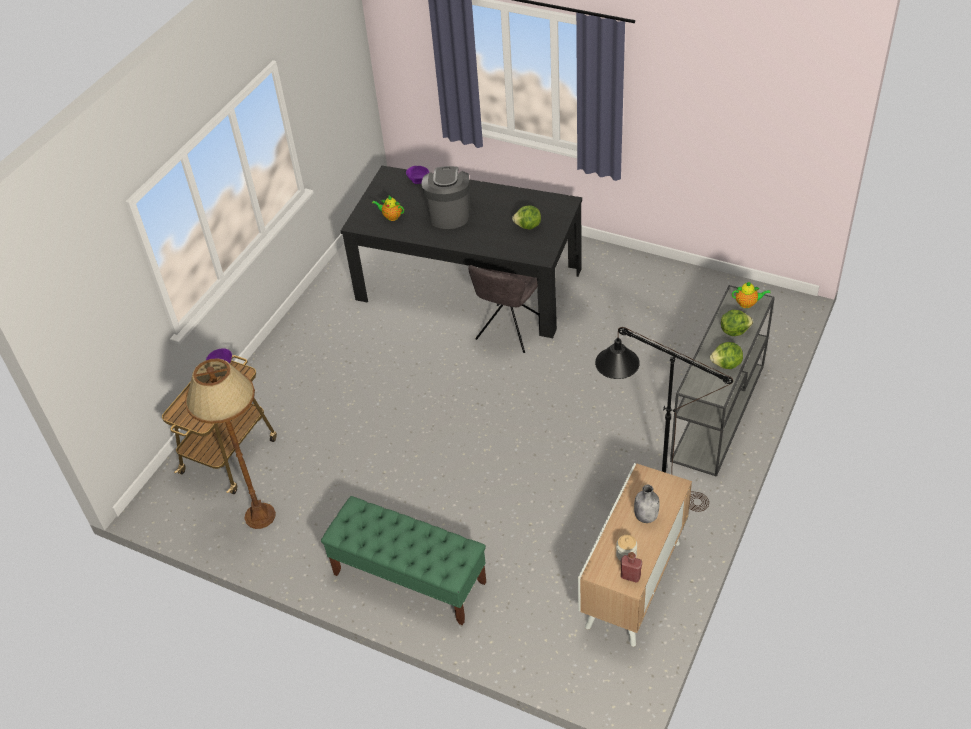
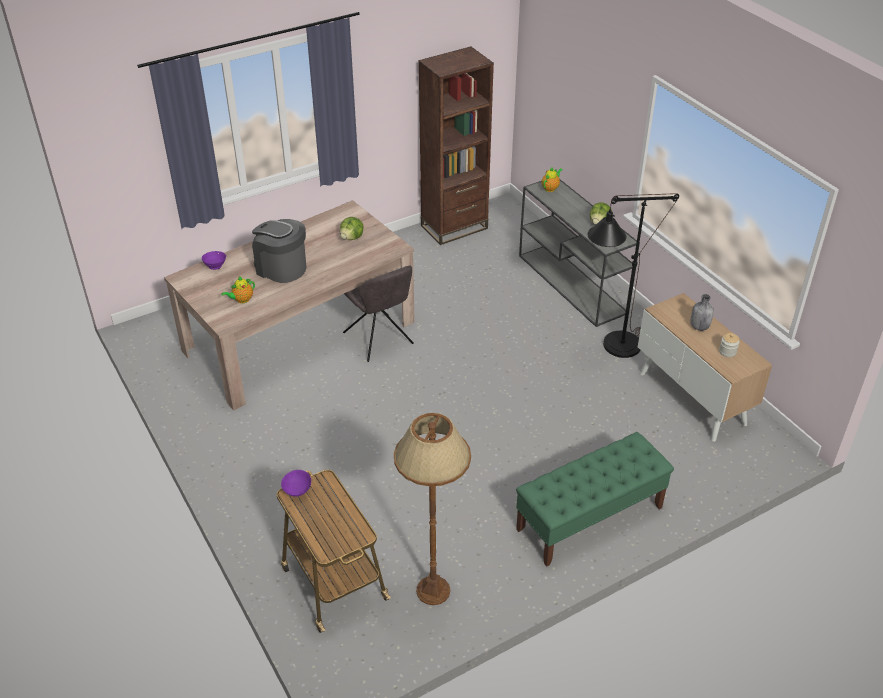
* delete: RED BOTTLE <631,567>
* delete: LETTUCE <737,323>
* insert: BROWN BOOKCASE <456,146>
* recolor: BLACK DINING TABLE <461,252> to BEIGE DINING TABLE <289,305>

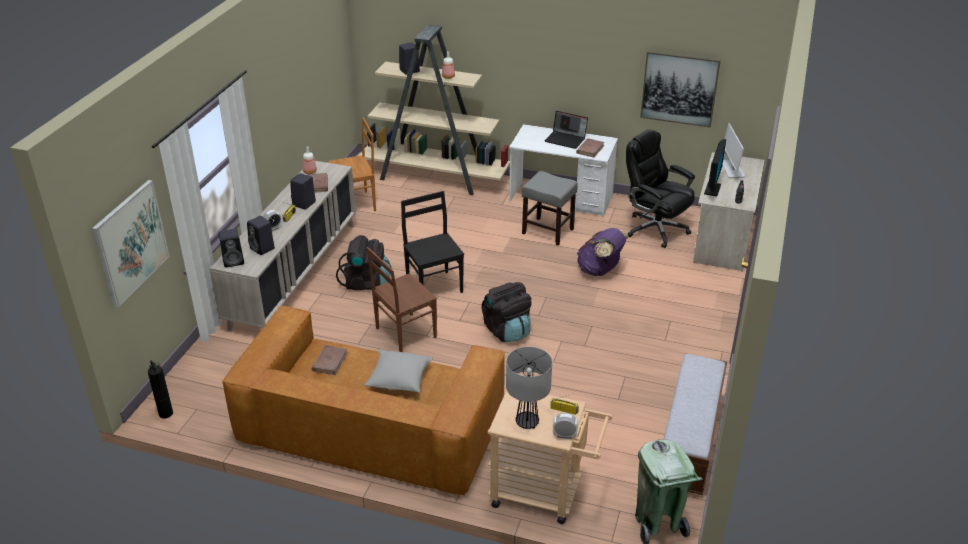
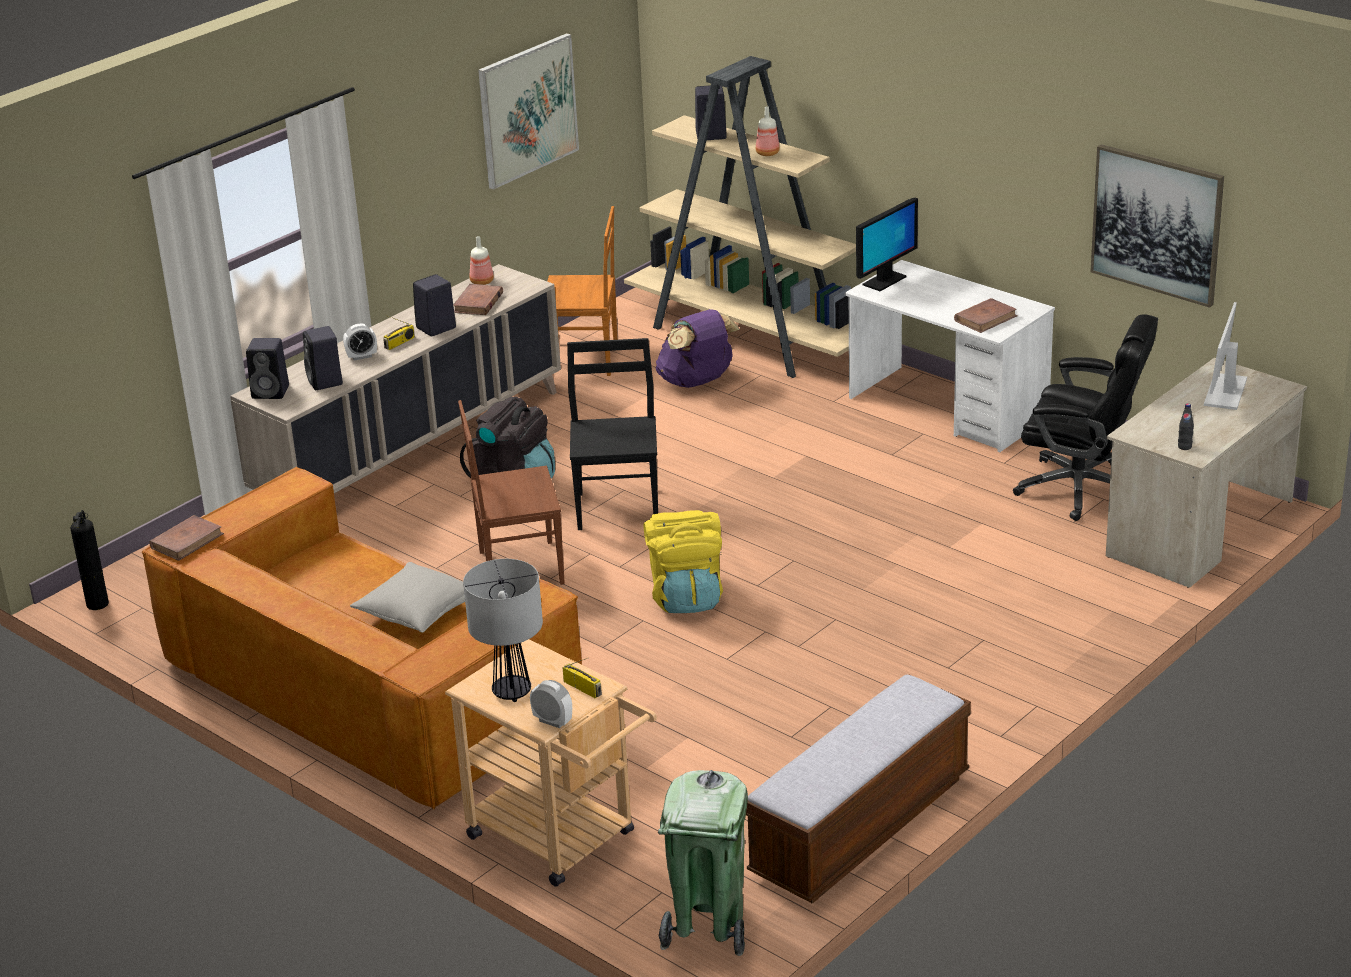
* delete: GREY STOOL <550,208>
* delete: LAPTOP <566,130>
* move: PICTURE <131,244> to <528,111>
* move: BROWN BOOK <330,360> to <186,538>
* move: PURPLE BACKPACK <603,252> to <698,348>
* move: MONITOR <715,167> to <887,244>
* recolor: BLACK BACKPACK <506,312> to YELLOW BACKPACK <683,561>
* rotate: BLACK OFFICE CHAIR <660,188> = <1085,417> 135 degrees clockwise

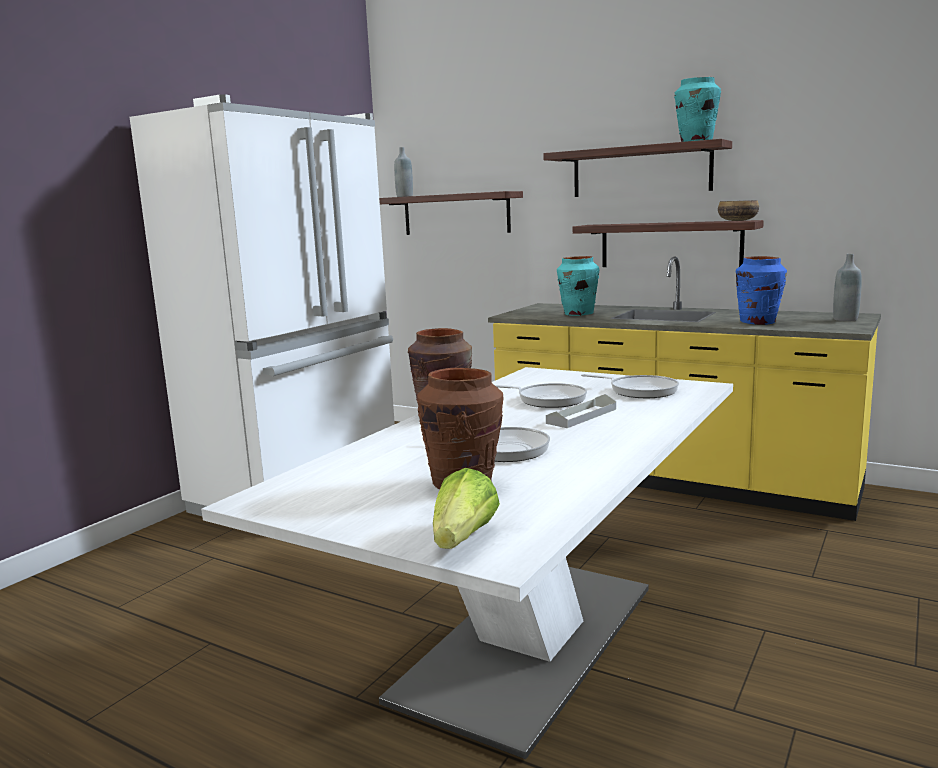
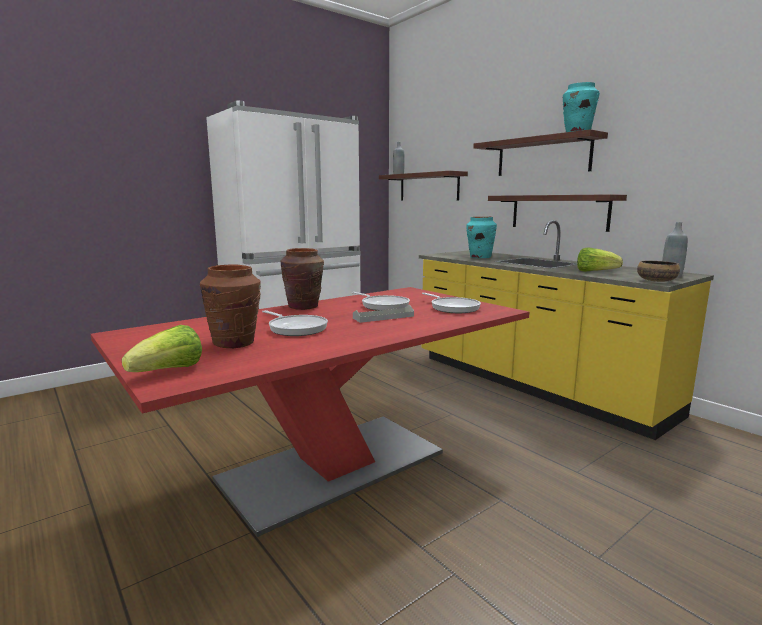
* move: BOWL <738,210> to <658,271>
* replace: BLUE VASE <761,290> to LETTUCE <600,259>
* recolor: WHITE DINING TABLE <467,563> to RED DINING TABLE <310,412>

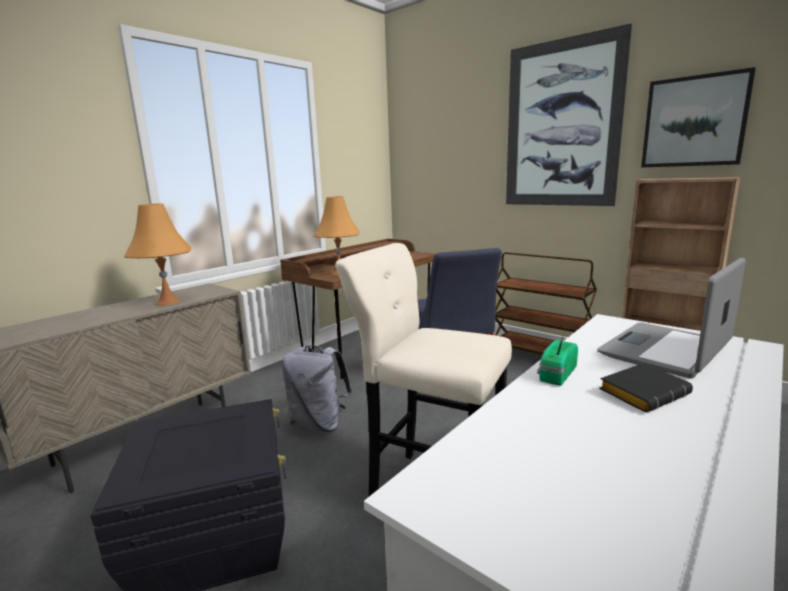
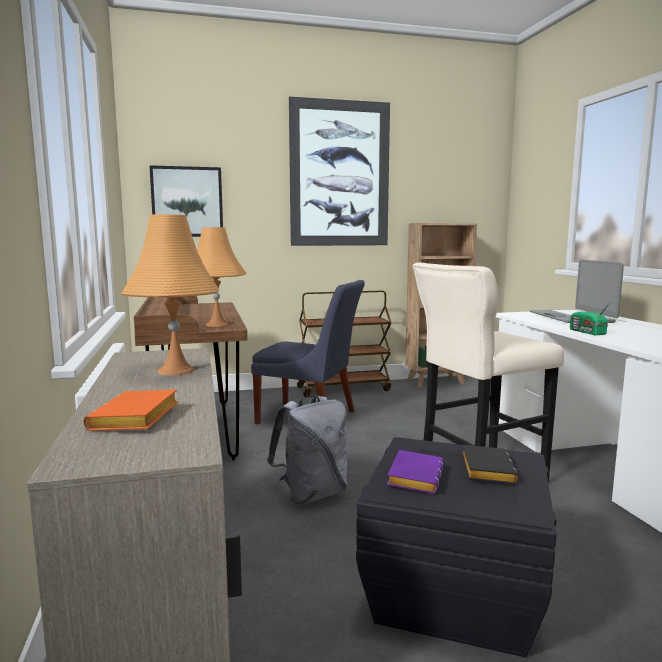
* insert: ORANGE BOOK <131,410>
* insert: PURPLE BOOK <415,472>
* move: BLACK BOOK <646,388> to <490,464>
* move: PICTURE <698,117> to <186,201>

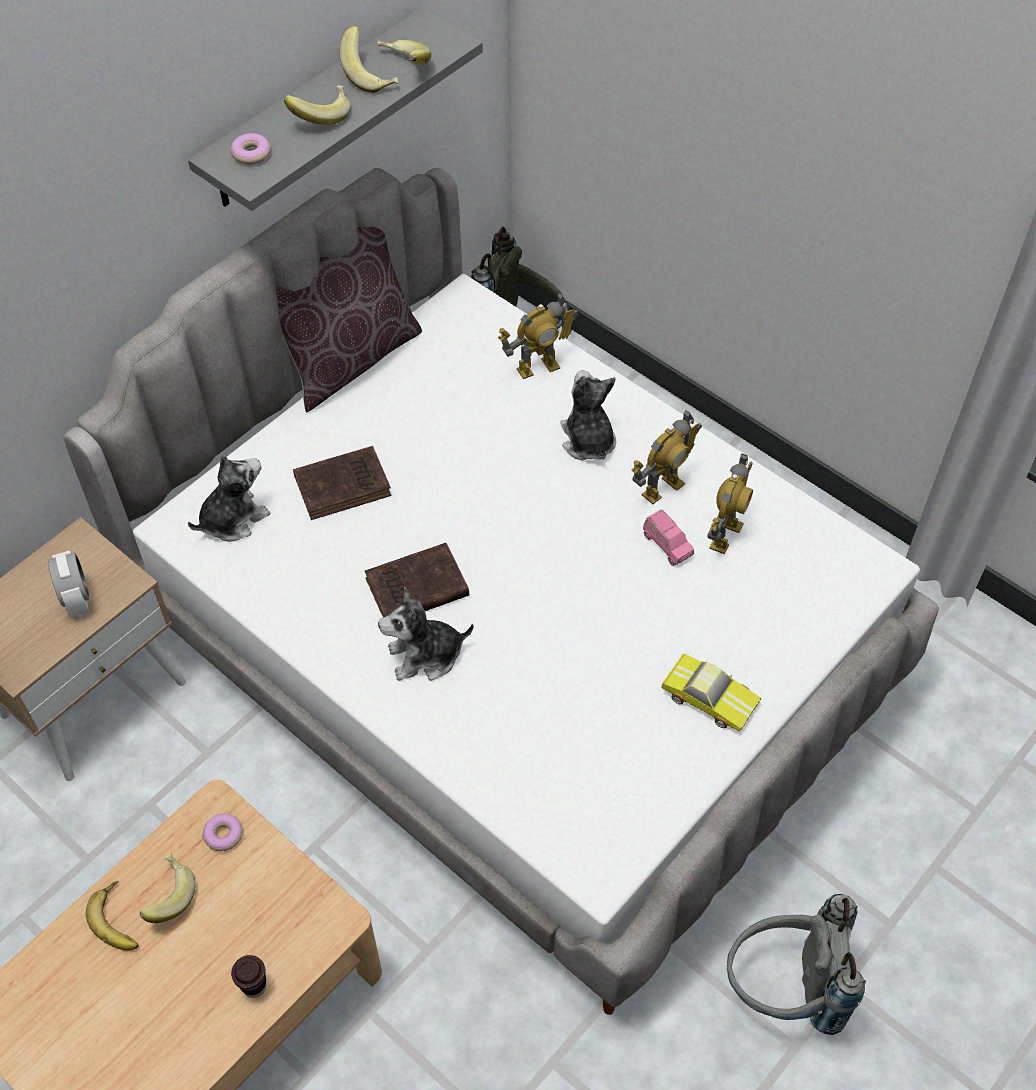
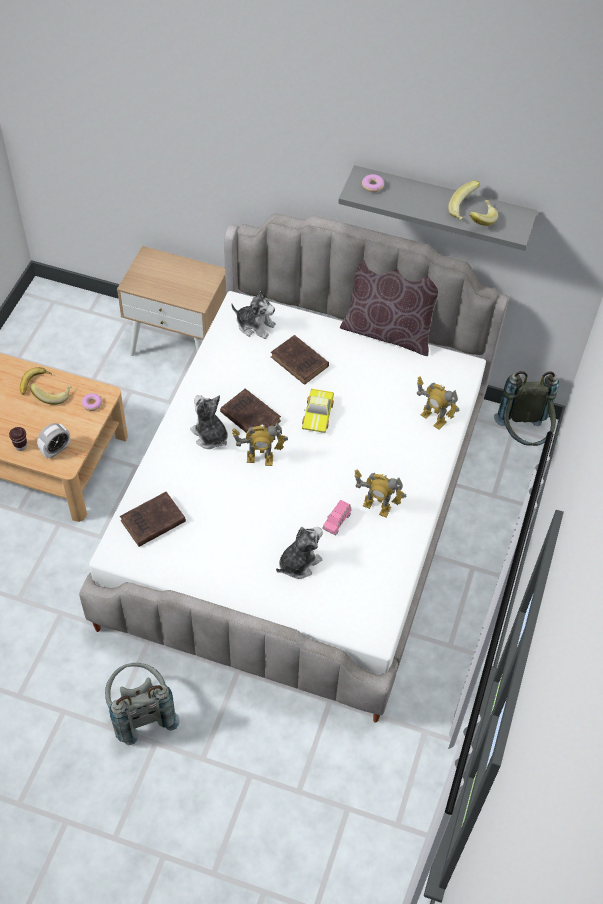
* delete: BANANA <317,105>
* insert: BROWN BOOK <153,519>
* move: ALARM CLOCK <69,584> to <54,441>
* move: PLUSH TOY <588,415> to <299,553>
* move: TOY CAR <711,692> to <318,411>
* move: TOY ROBOT <730,503> to <260,444>

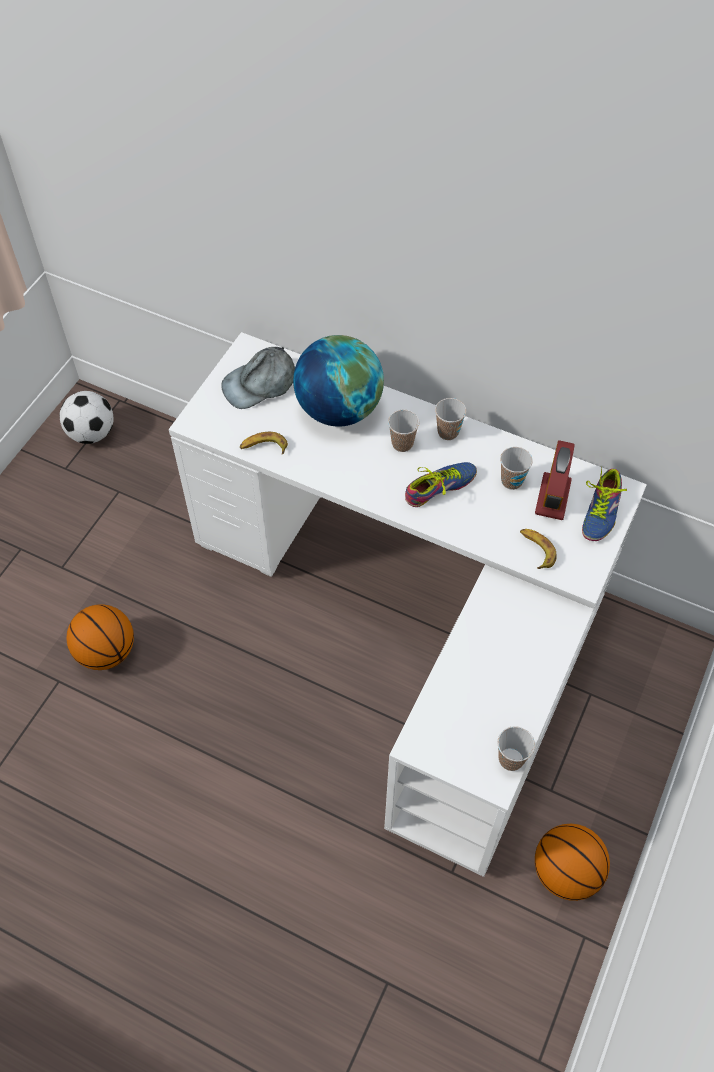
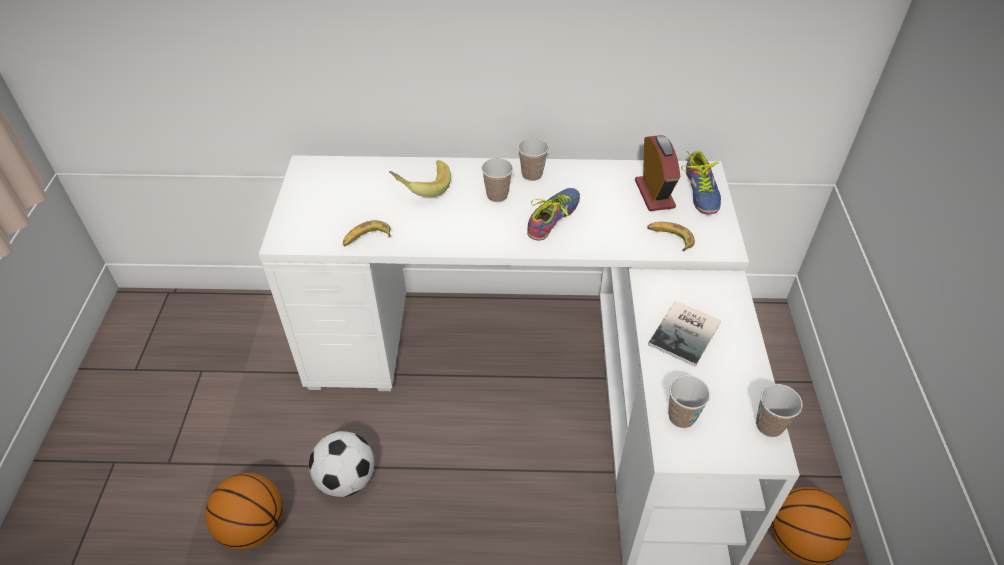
* delete: GREY CAP <258,378>
* insert: BOOK <684,334>
* move: FOOTBALL <86,417> to <342,464>
* move: CUP <516,468> to <689,401>
* replace: GLOBE <338,381> to BANANA <420,178>

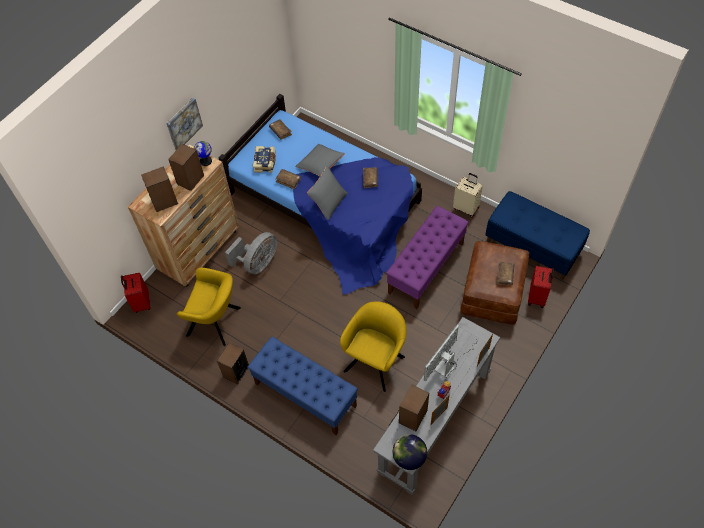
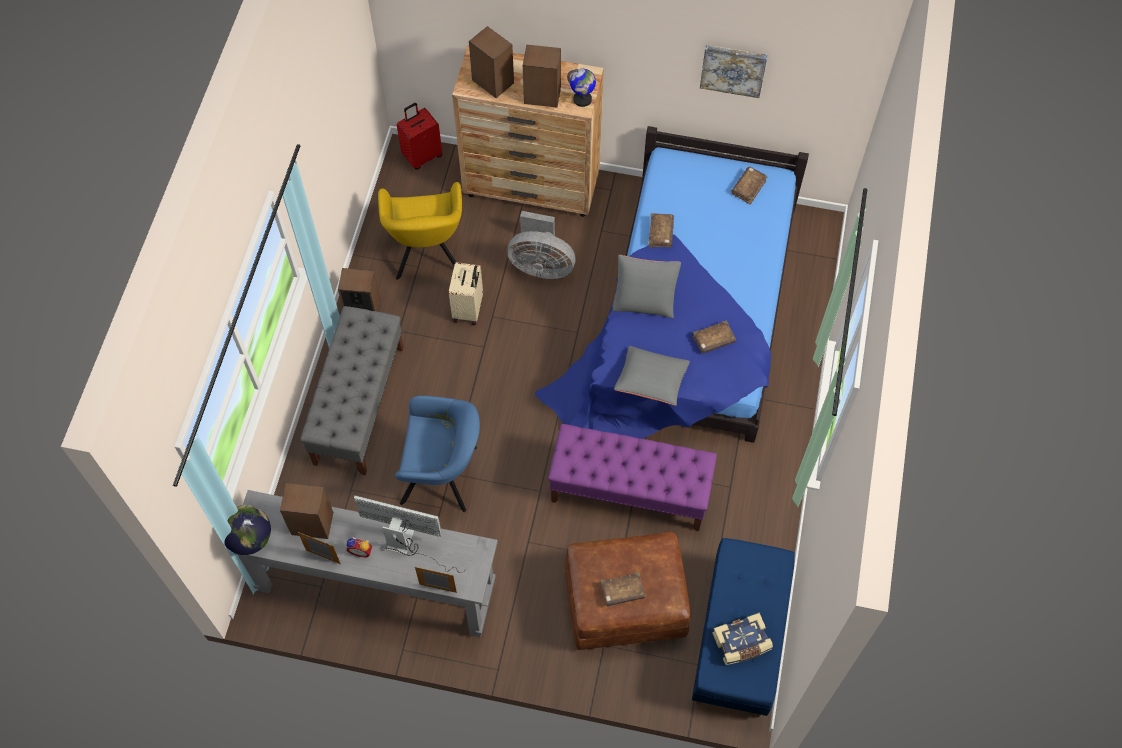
* delete: RED SUITCASE <541,287>
* move: PICTURE <184,124> to <734,71>
* move: BOOK <264,159> to <742,639>
* move: GREY PILLOW <320,160> to <652,376>
* move: BEIGE SUITCASE <468,195> to <466,293>
* recolor: BLUE BENCH <303,386> to GREY BENCH <352,390>
* recolor: YELLOW ARMCHAIR <373,346> to BLUE ARMCHAIR <437,454>

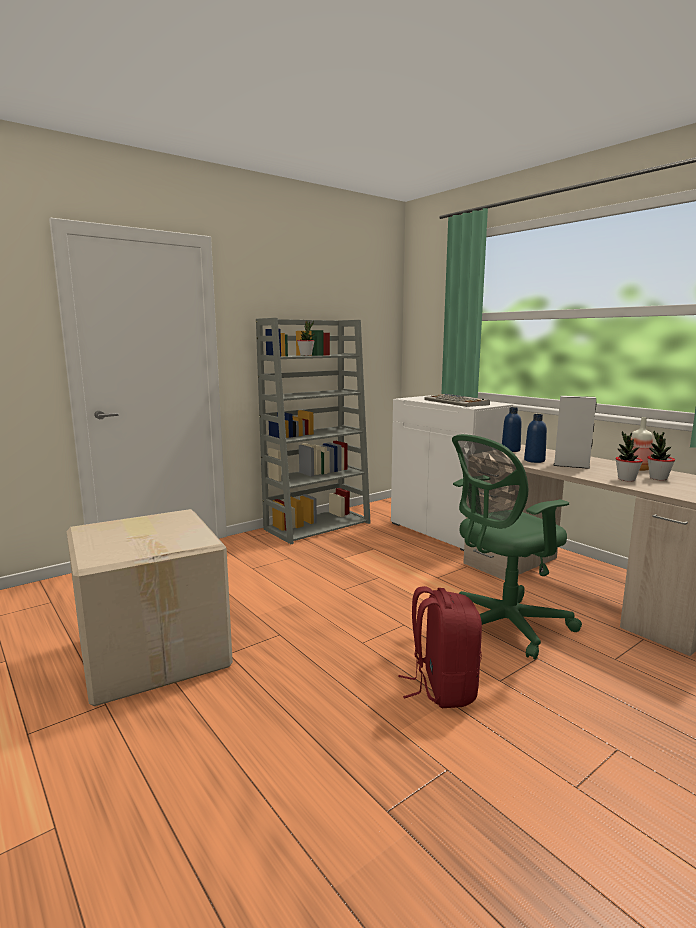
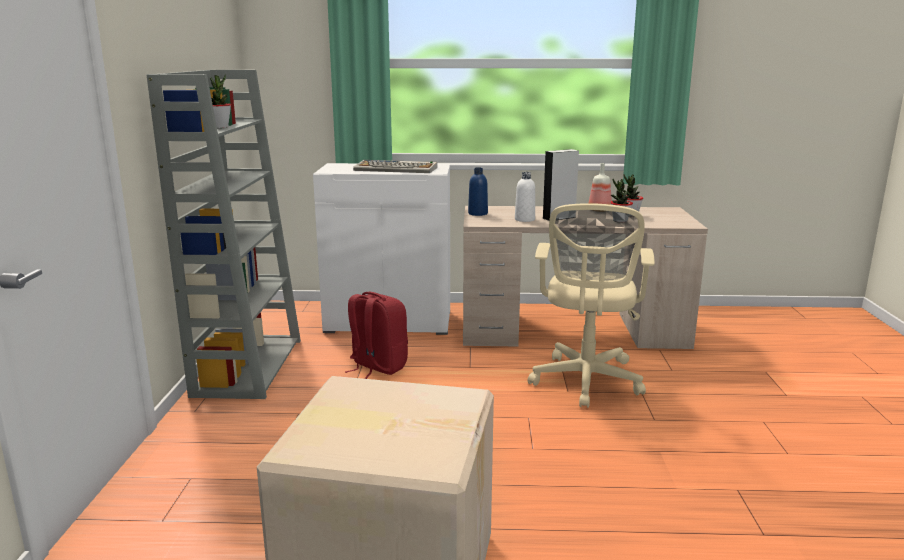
* move: RED BACKPACK <440,647> to <376,335>
* recolor: GREEN OFFICE CHAIR <517,547> to BEIGE OFFICE CHAIR <591,305>
* recolor: BLUE BOTTLE <535,438> to WHITE BOTTLE <525,197>

